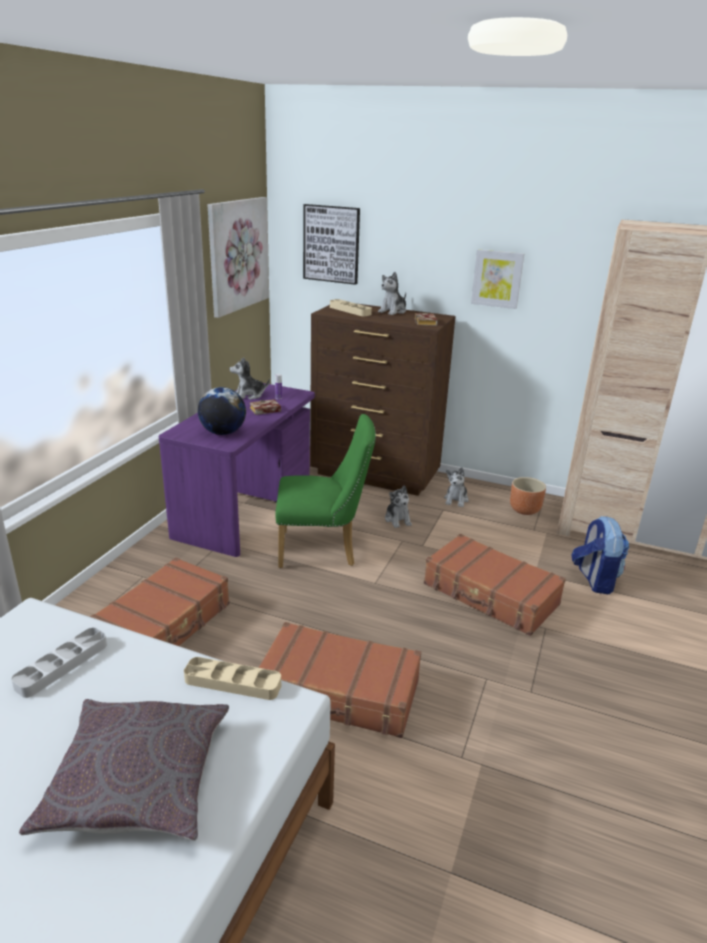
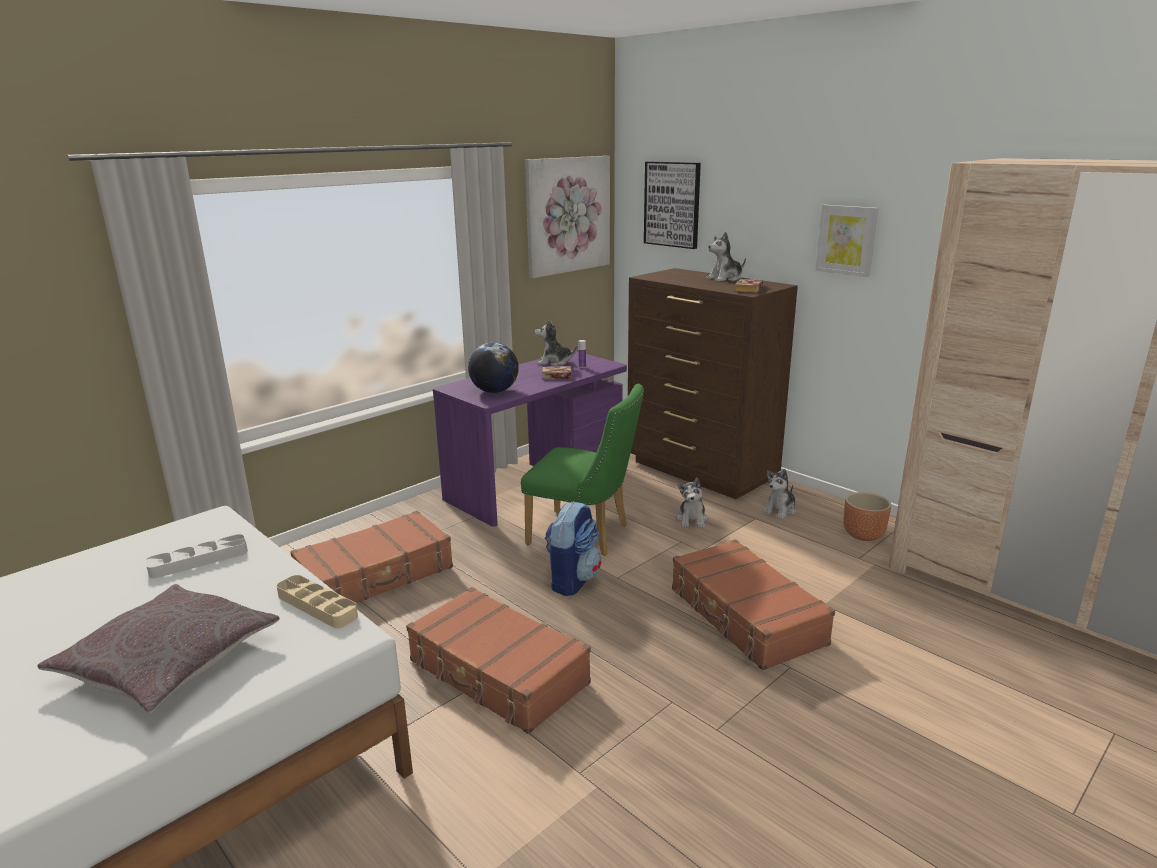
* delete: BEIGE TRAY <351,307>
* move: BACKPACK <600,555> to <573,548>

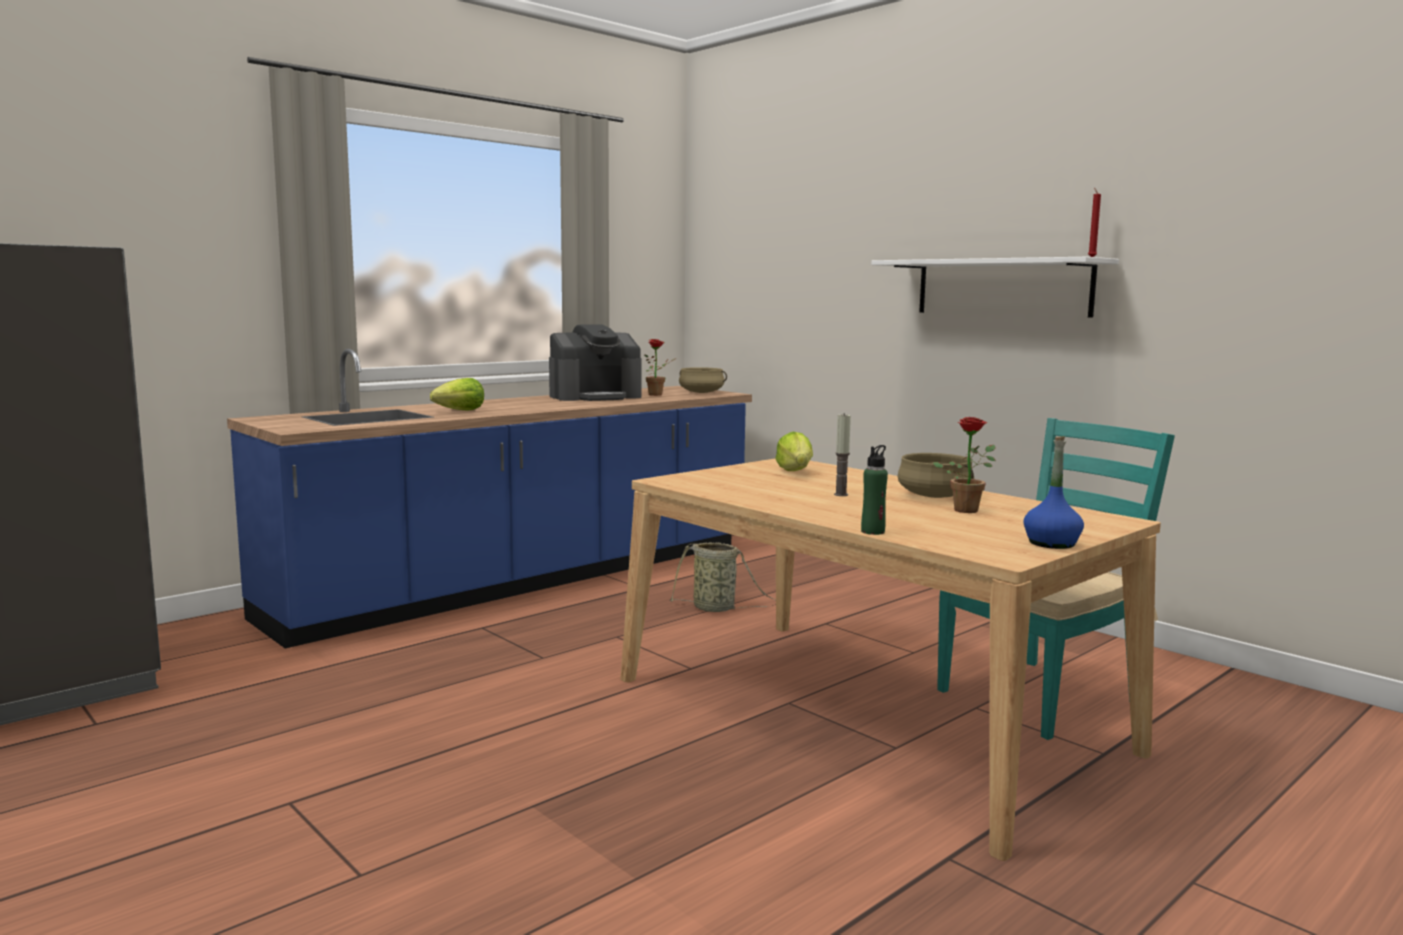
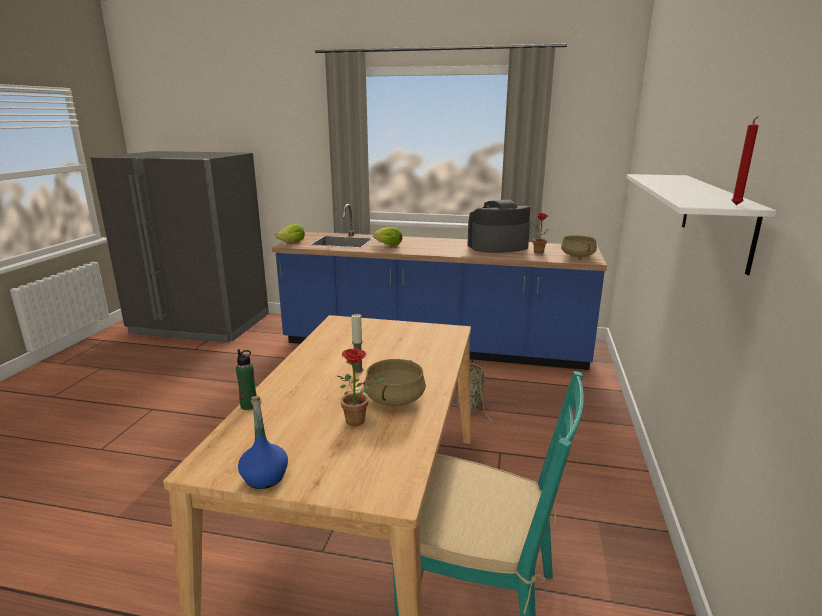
* move: LETTUCE <794,451> to <290,233>
* rotate: COFFEE MACHINE <595,362> = <498,226> 135 degrees clockwise

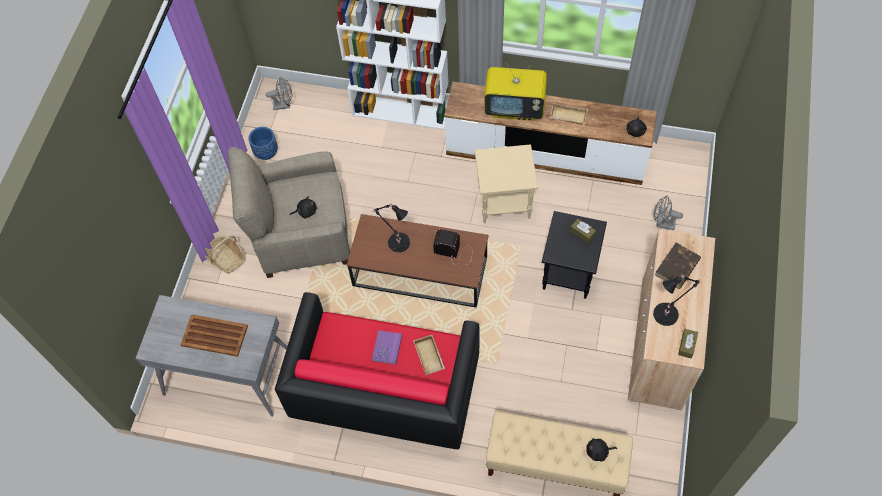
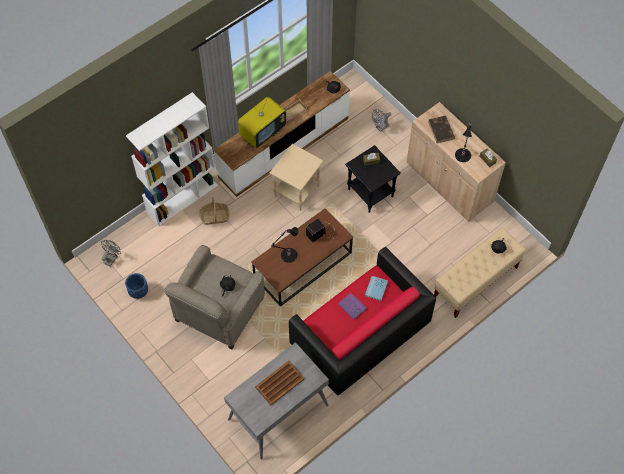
* move: BASKET <225,254> to <214,211>
* replace: BEIGE TRAY <429,355> to BLUE BOOK <376,288>

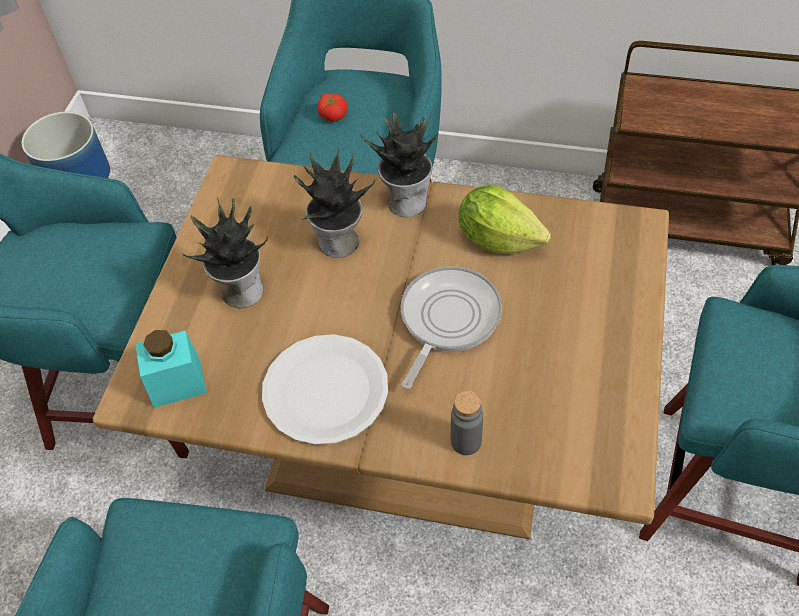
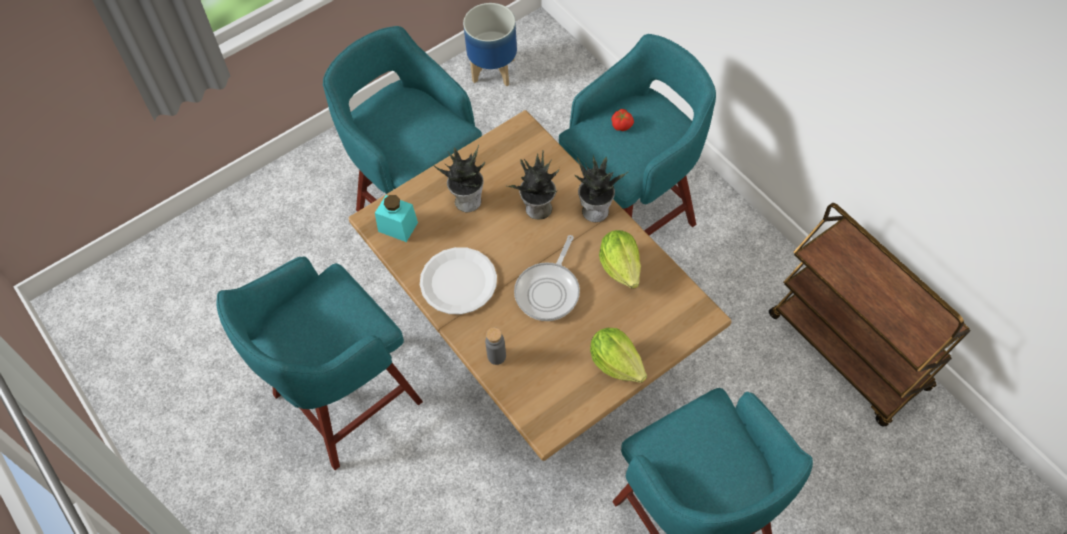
* insert: LETTUCE <618,355>
* rotate: FRYING PAN <451,327> = <547,278> 135 degrees clockwise

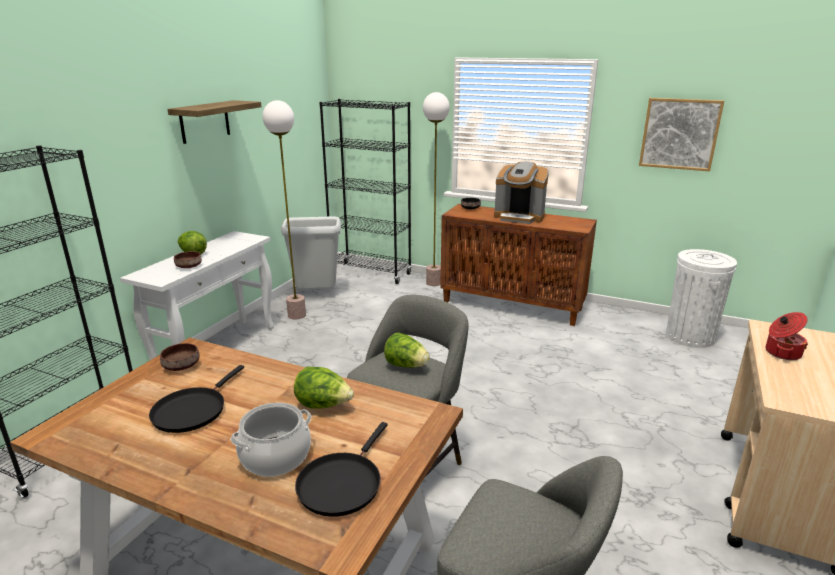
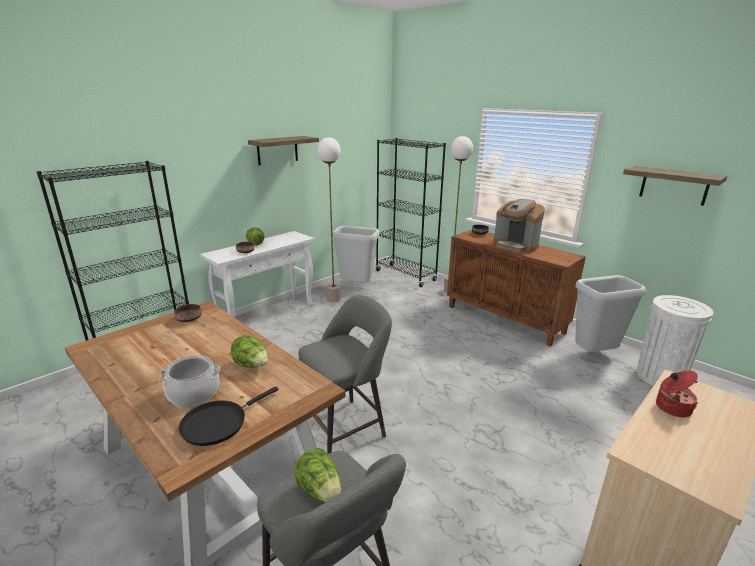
* delete: BLACK FRYING PAN <196,399>
* insert: GREY TRASH CAN <611,313>
* move: LETTUCE <407,350> to <317,475>
* replace: PICTURE <681,134> to SHELF <675,186>

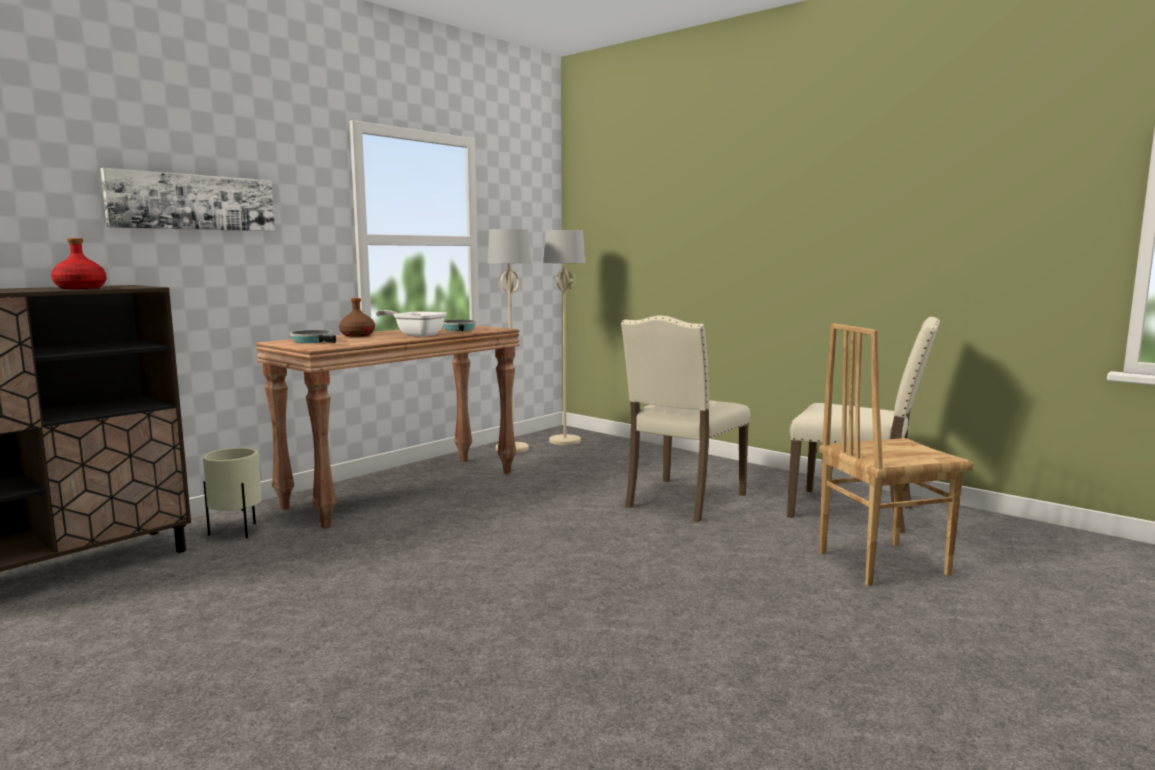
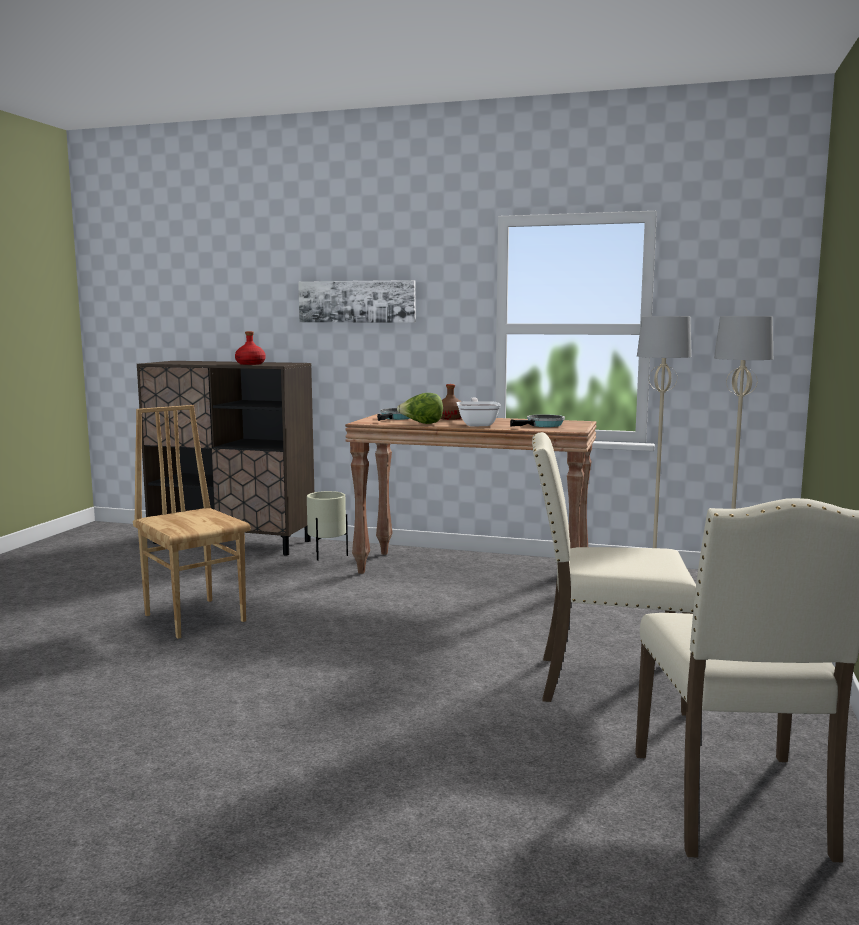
* insert: LETTUCE <420,408>
* move: BROWN CHAIR <896,454> to <192,522>

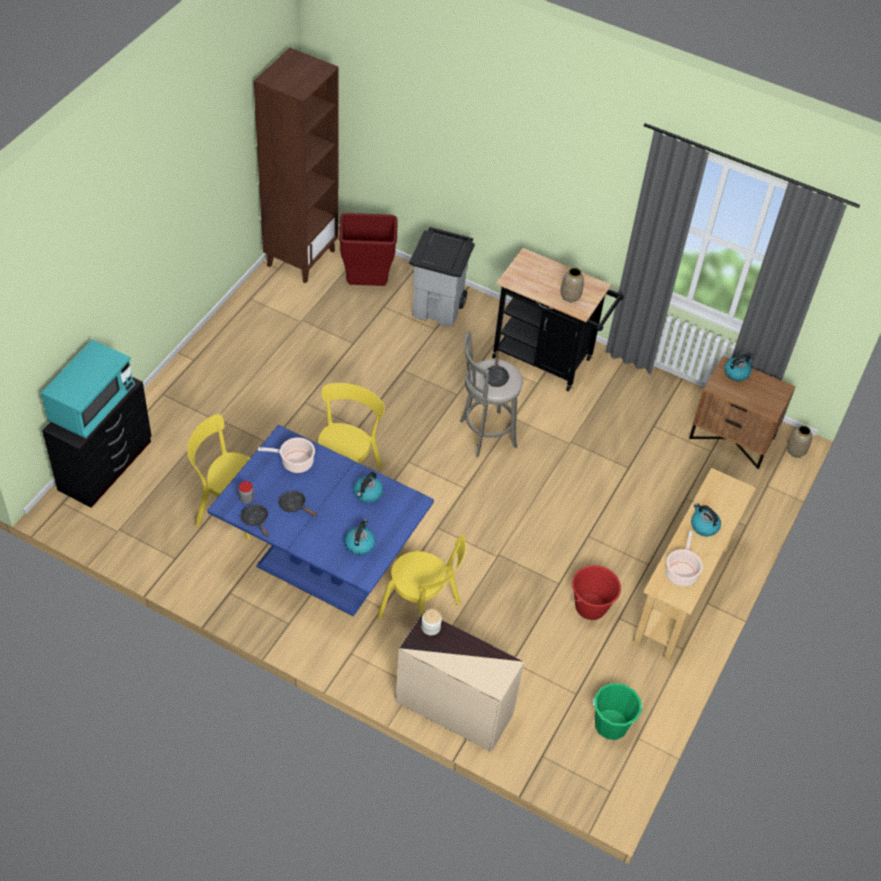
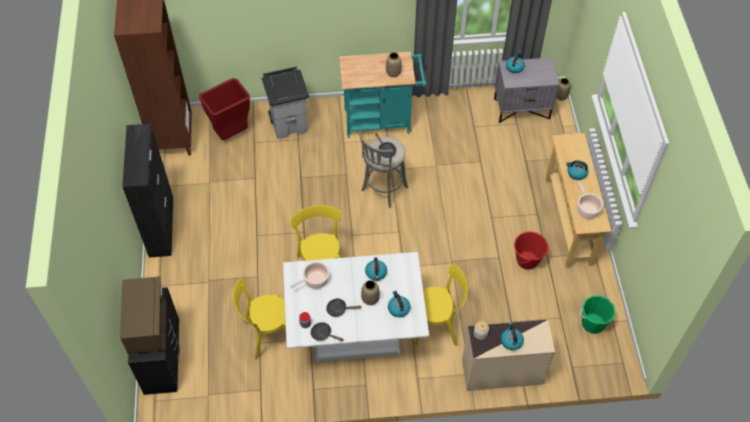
* insert: BLACK CABINET <147,191>
* insert: VASE <370,292>
* insert: KETTLE <512,336>
* recolor: TURQUOISE MICROWAVE <88,389> to BROWN MICROWAVE <143,315>
* recolor: BLUE DINING TABLE <320,520> to WHITE DINING TABLE <356,307>
* recolor: BLACK CART <558,319> to TURQUOISE CART <383,95>
* recolor: BROWN NIGHTSTAND <742,412> to GREY NIGHTSTAND <526,90>

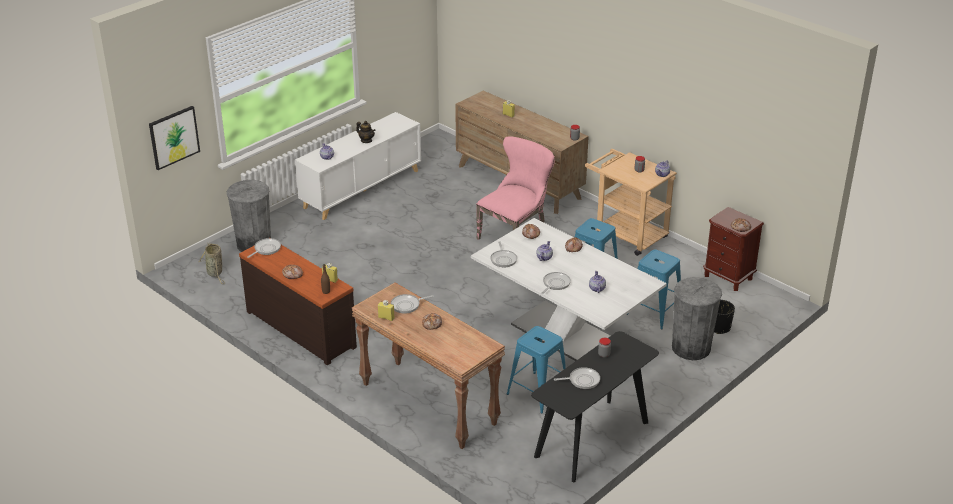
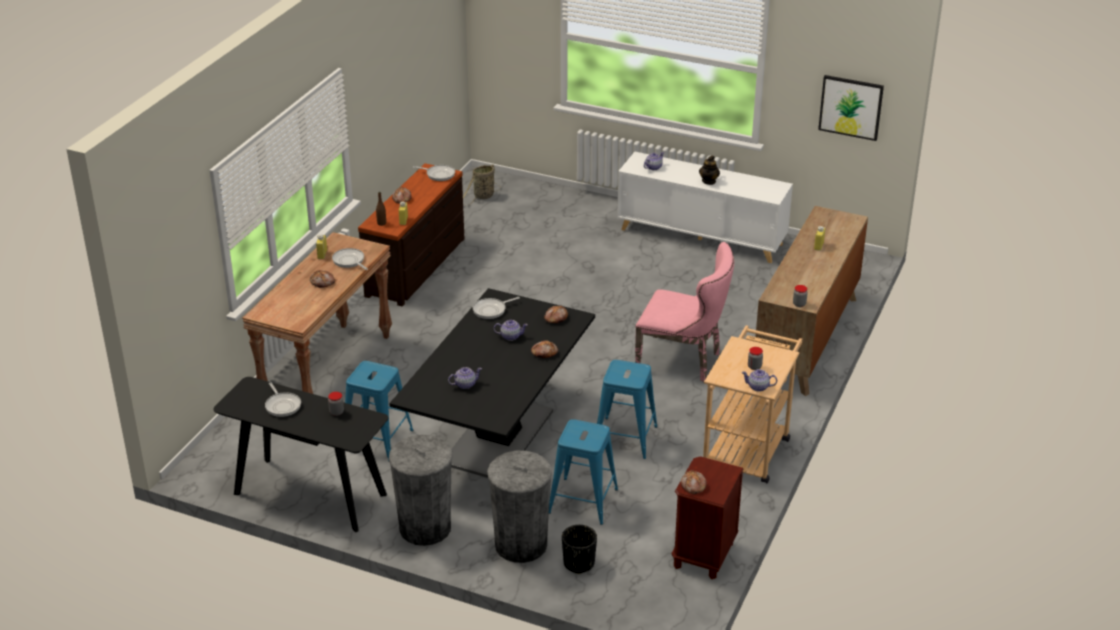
* delete: FRYING PAN <556,283>
* move: PICTURE <174,138> to <851,108>
* move: GREY TRASH CAN <249,216> to <421,490>
* recolor: WHITE DINING TABLE <569,289> to BLACK DINING TABLE <492,383>

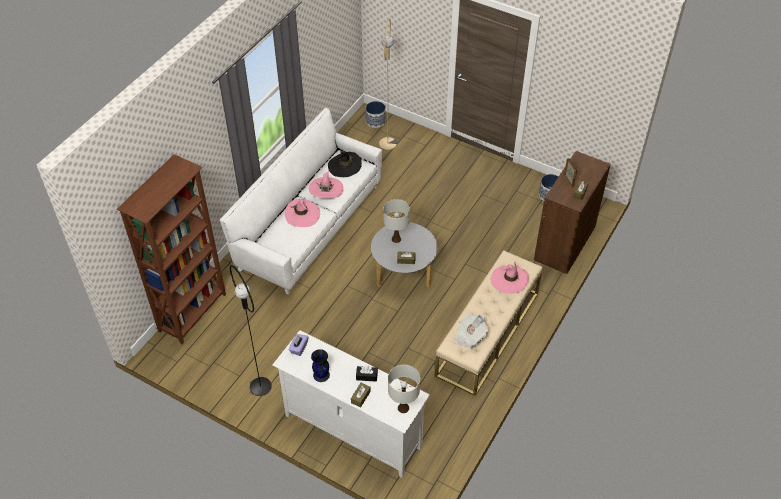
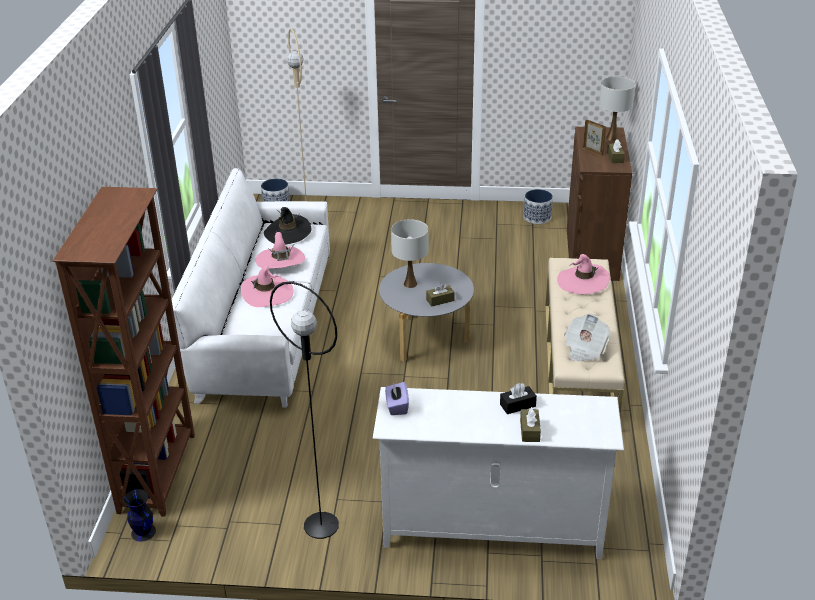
* move: BLACK VASE <320,365> to <140,515>
* move: WHITE TABLE LAMP <404,389> to <617,108>

